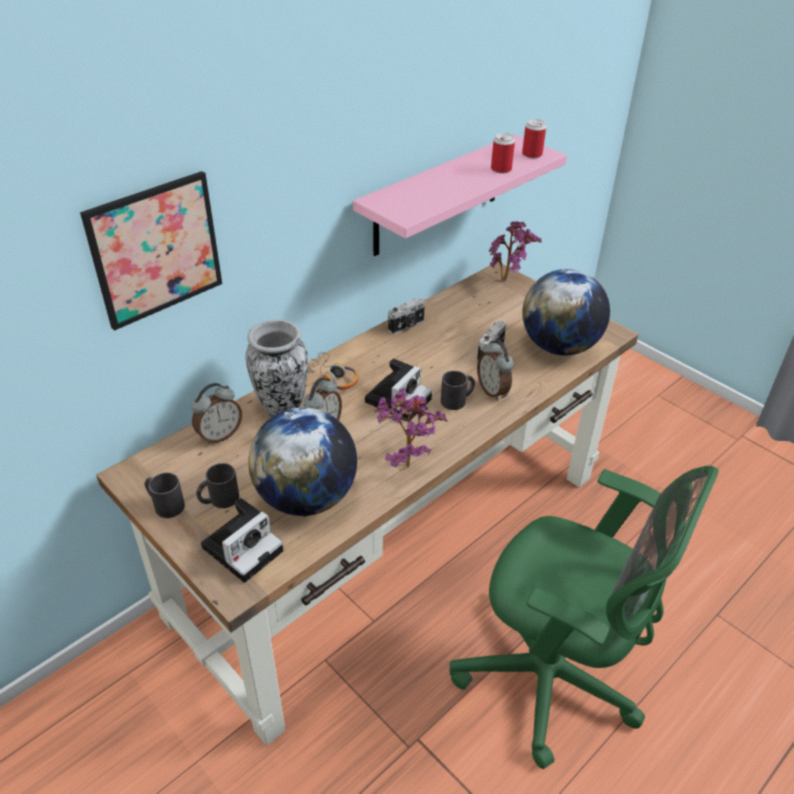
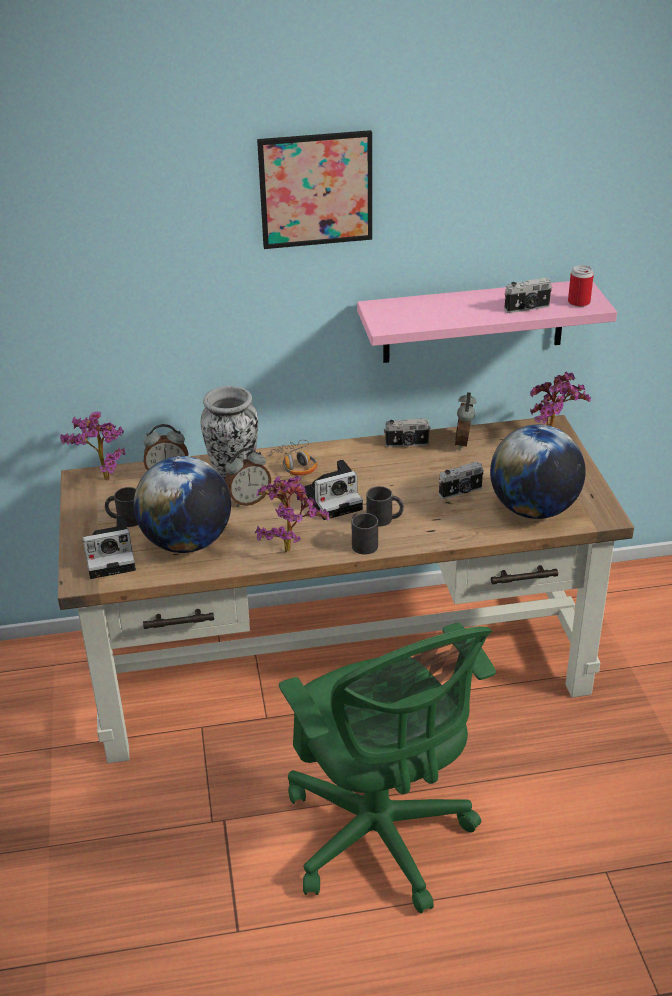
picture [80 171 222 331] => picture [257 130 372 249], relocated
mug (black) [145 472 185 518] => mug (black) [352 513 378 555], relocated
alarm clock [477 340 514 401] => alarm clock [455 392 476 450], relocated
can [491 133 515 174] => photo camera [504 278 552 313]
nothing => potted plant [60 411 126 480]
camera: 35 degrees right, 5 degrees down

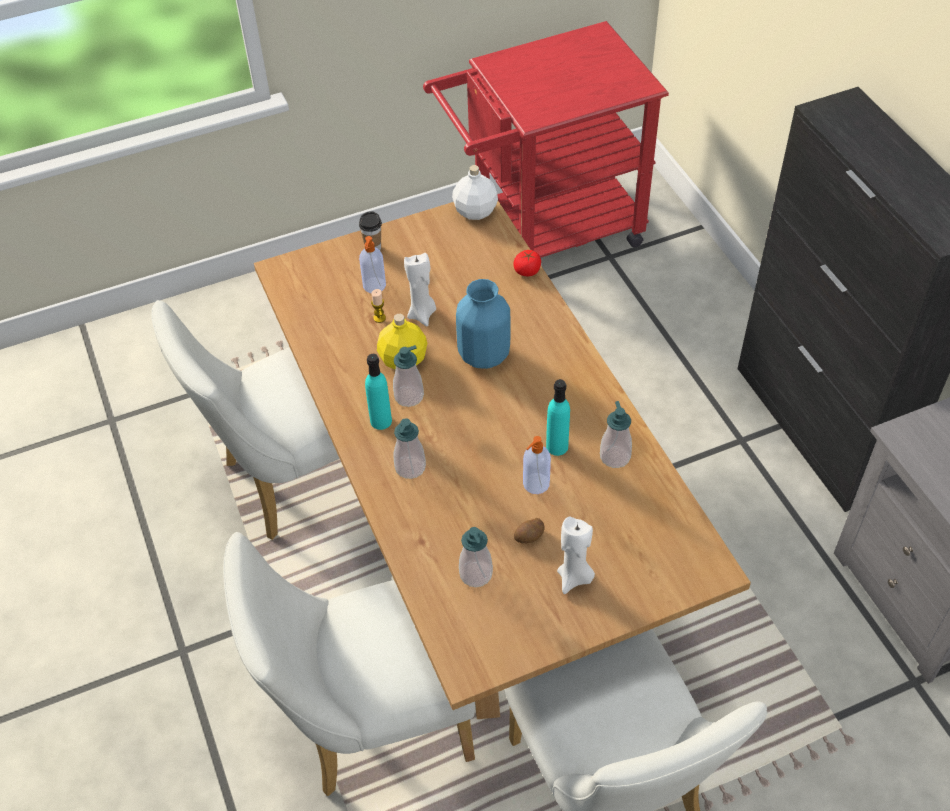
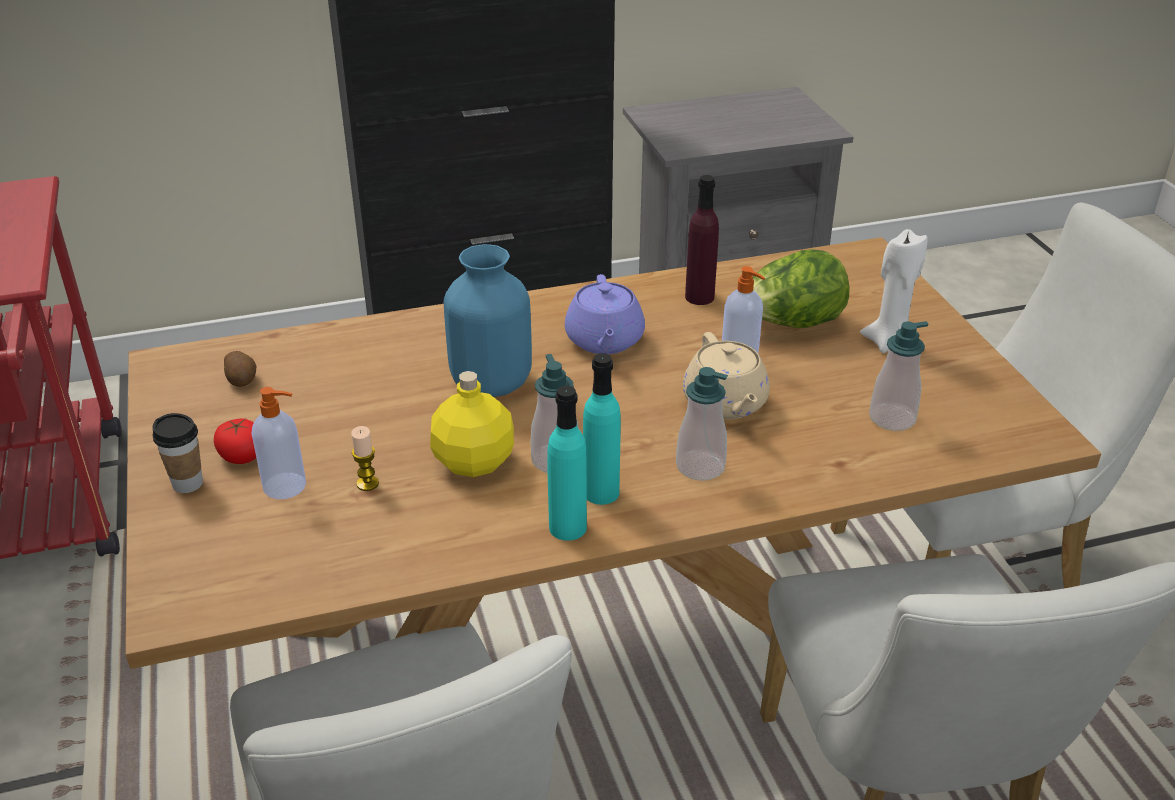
candle (white) [404 253 436 326] => nothing
bottle (white) [452 165 498 220] => nothing
tomato [514 250 541 276] => tomato [214 418 256 464], relocated
potato [514 518 545 544] => potato [224 351 256 387], relocated
bottle (turquoise) [546 379 570 456] => bottle (turquoise) [547 386 587 541], relocated
soap dispenser [600 401 632 468] => bottle (purple) [685 175 719 305]
nothing => teapot (purple) [565 274 645 354]
nothing => teapot (beige) [683 332 770 420]
nothing => lettuce [752 249 849 328]
camera: 85 degrees left, 15 degrees down

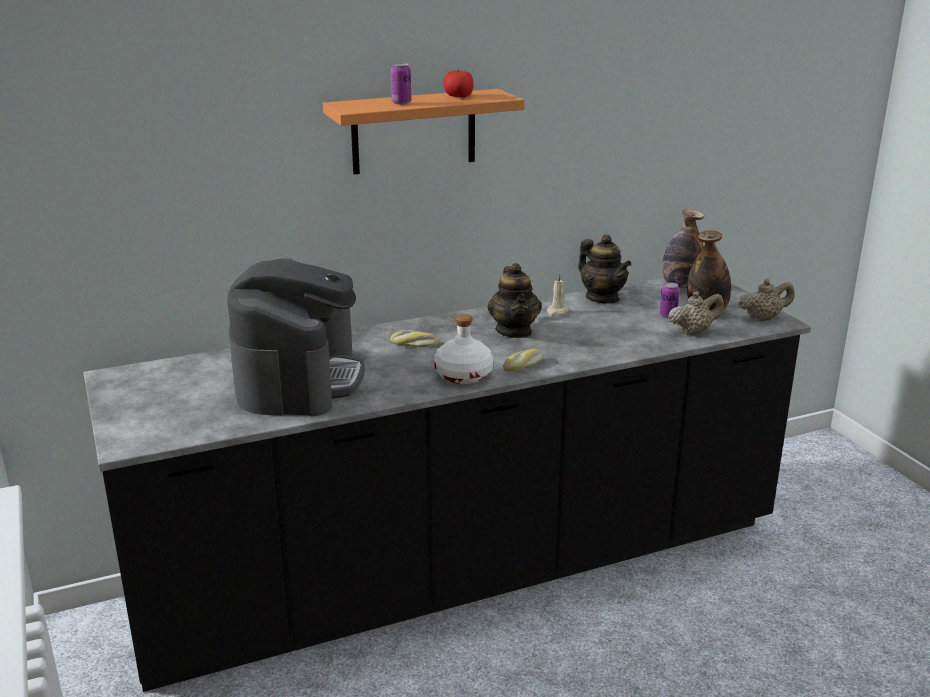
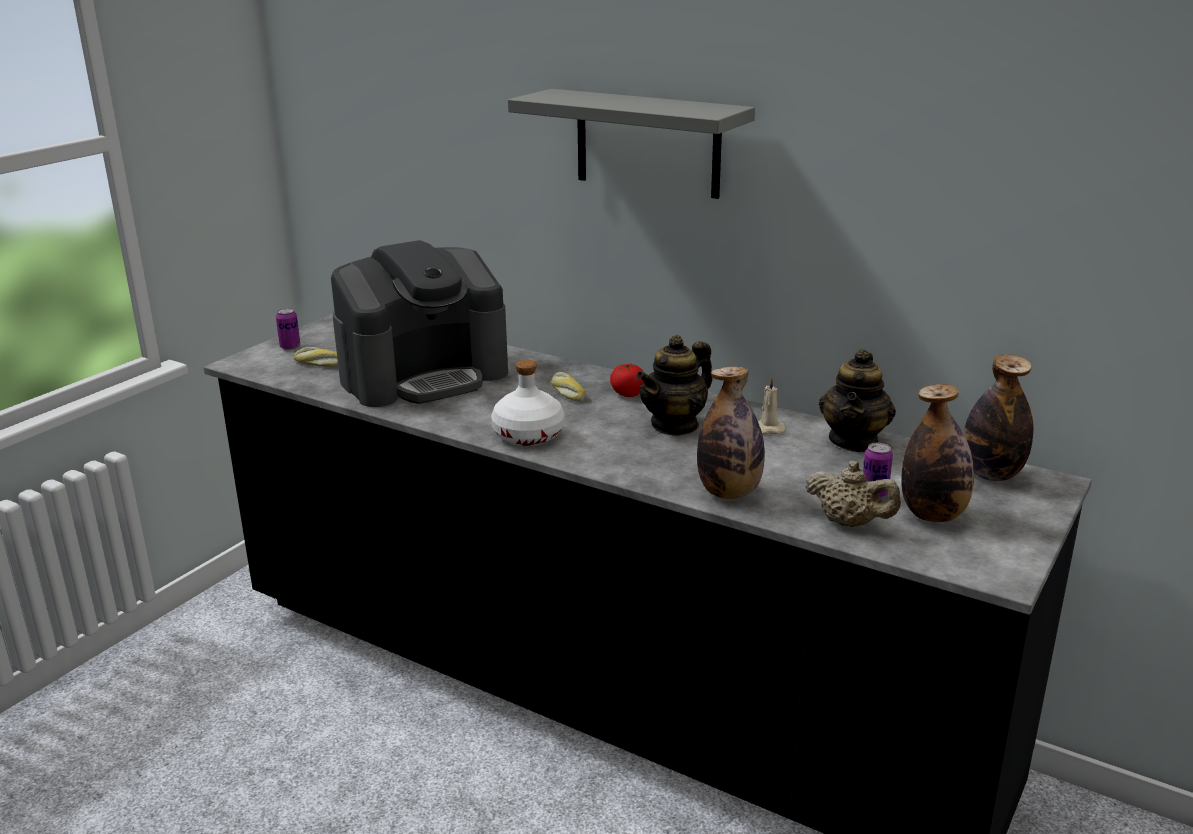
shelf (orange) [323 89 525 174] => shelf (grey) [508 89 755 199]
can [391 63 411 104] => can [276 308 300 350], relocated
tomato [443 70 474 97] => tomato [610 364 644 397], relocated
bread [503 349 543 371] => bread [294 347 338 367], relocated
teapot (beige) [739 279 794 321] => nothing
nothing => bottle [697 367 765 499]
camera: 55 degrees right, 0 degrees up

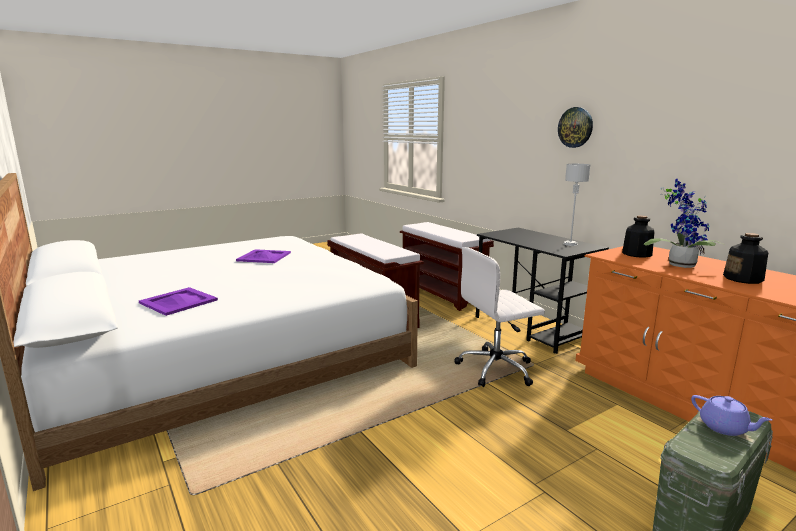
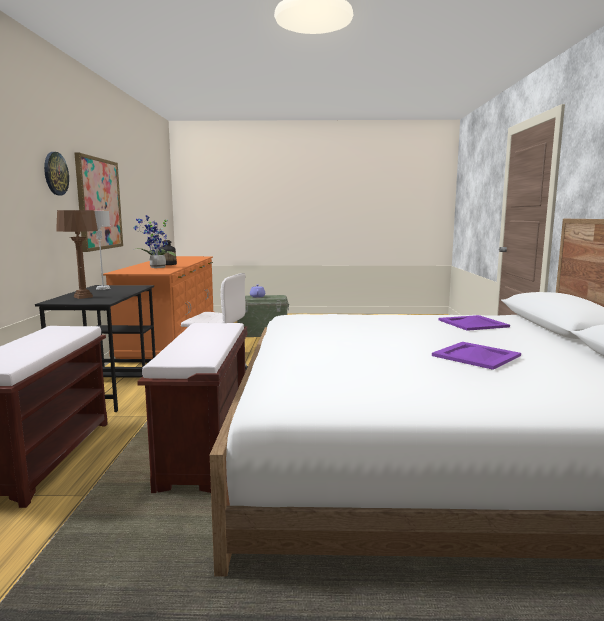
tray (purple) [236 249 291 263] => tray (purple) [432 342 521 370], relocated
bottle [622 215 655 258] => nothing
nothing => table lamp (brown) [56 210 98 299]
nothing => picture [74 152 123 252]
camera: 145 degrees left, 5 degrees down

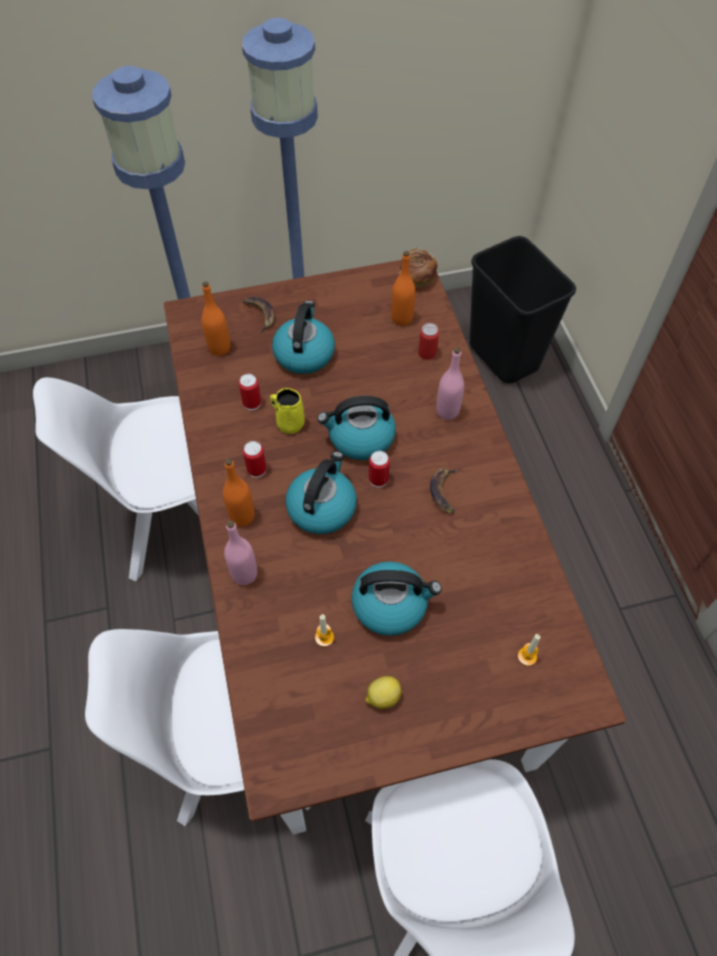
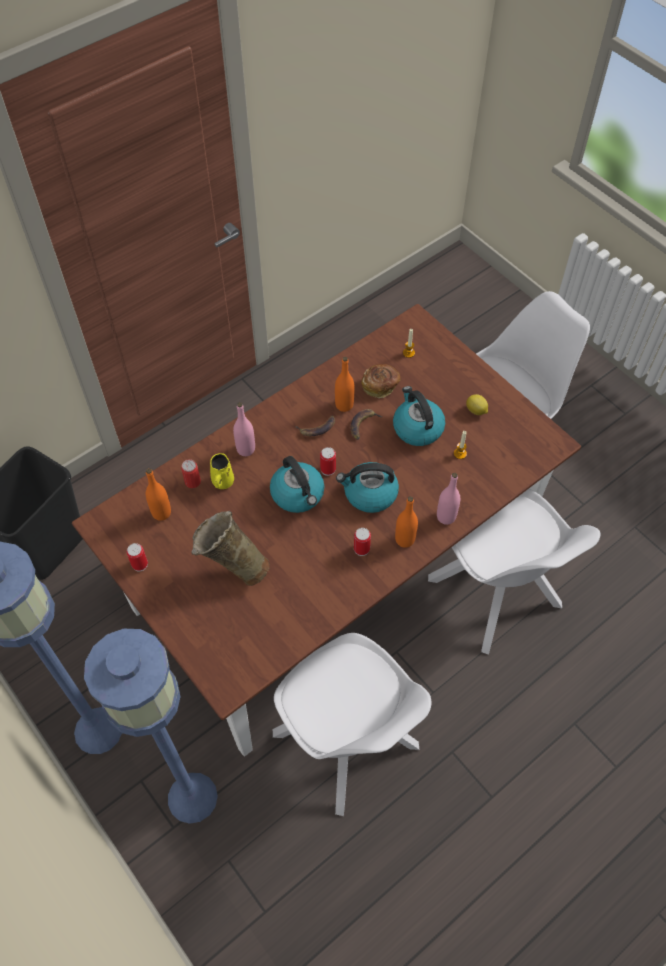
bottle (orange) [202 281 230 356] => bottle (orange) [335 357 355 412], relocated
can [239 374 261 410] => can [127 543 148 571], relocated
banana [243 297 275 334] => banana [351 409 383 440], relocated
mug (yellow) [270 388 305 434] => mug (yellow) [210 453 234 489], relocated
kettle [272 301 335 374] => vase (beige) [191 511 270 586]
bread [399 248 438 287] => bread [361 364 400 398], relocated
camera: 115 degrees left, 0 degrees up

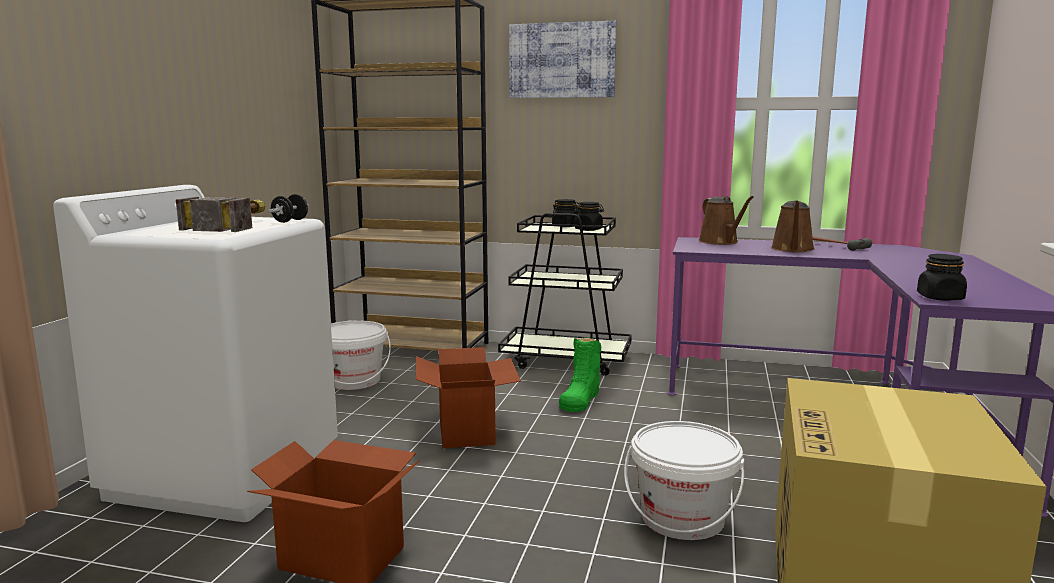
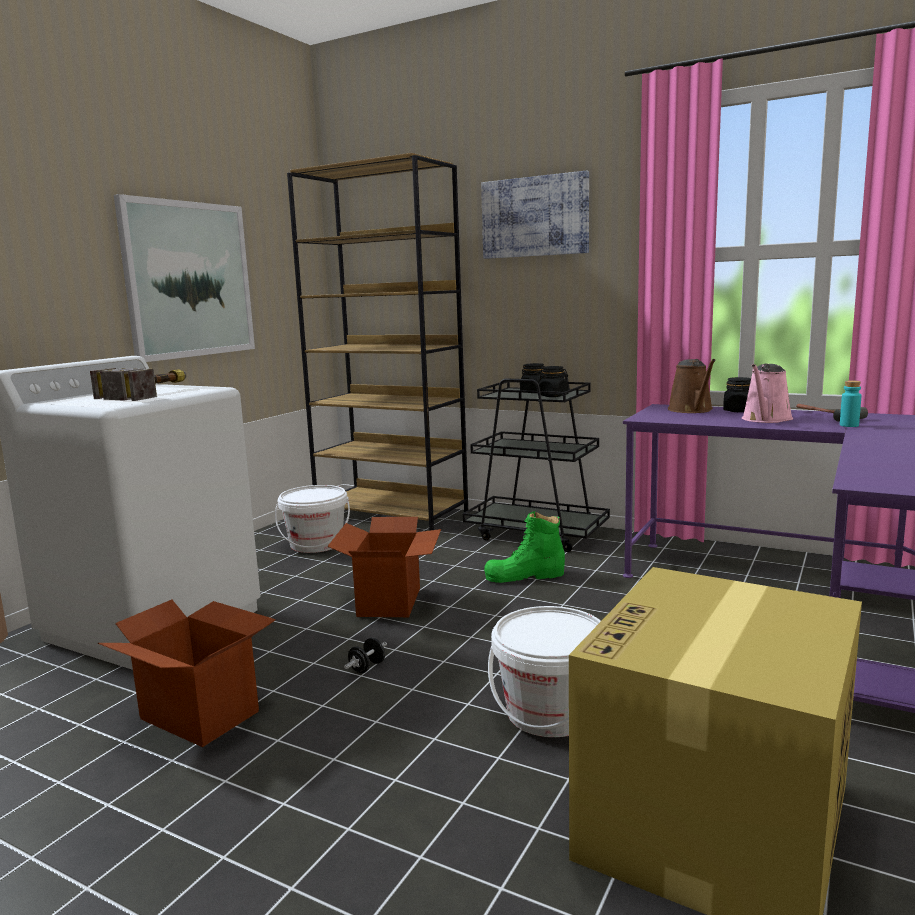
dumbbell (black) [268 194 309 223] => dumbbell (black) [344 638 387 673], relocated
boot (green) [559 338 601 412] => boot (green) [484 511 565 583], 45 degrees clockwise
watering can (brown) [771 201 815 252] => watering can (pink) [742 364 793 423]
jar (black) [917 254 967 301] => jar (black) [723 377 751 412], relocated
nothing => picture [114 194 255 362]
nothing => bottle (turquoise) [840 380 861 427]
camera: 15 degrees right, 0 degrees up

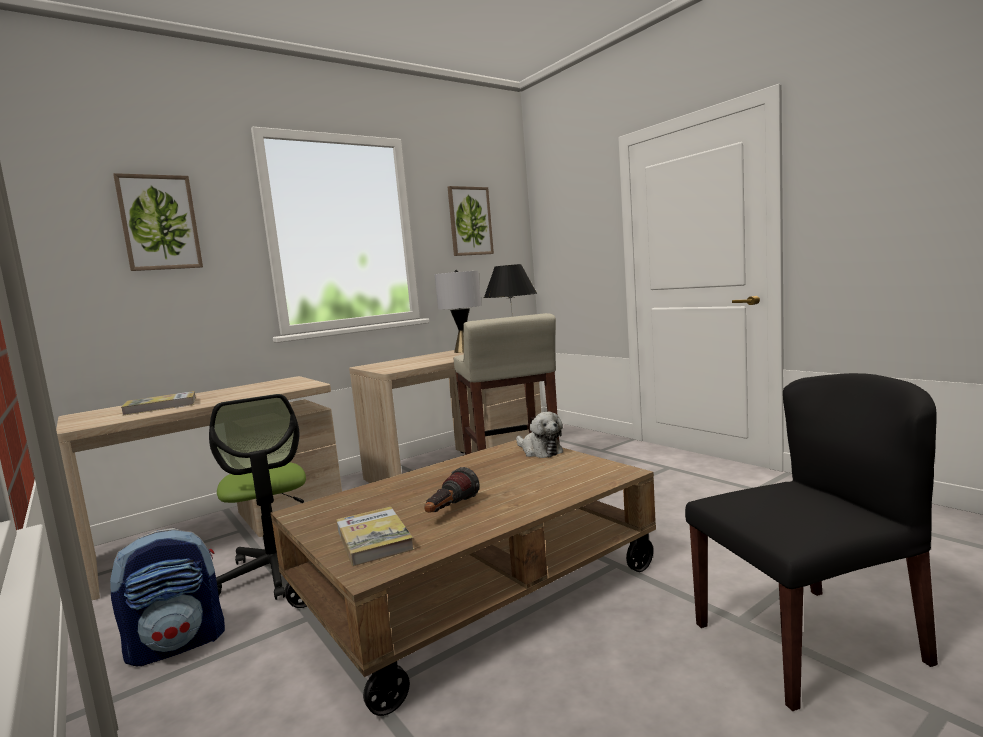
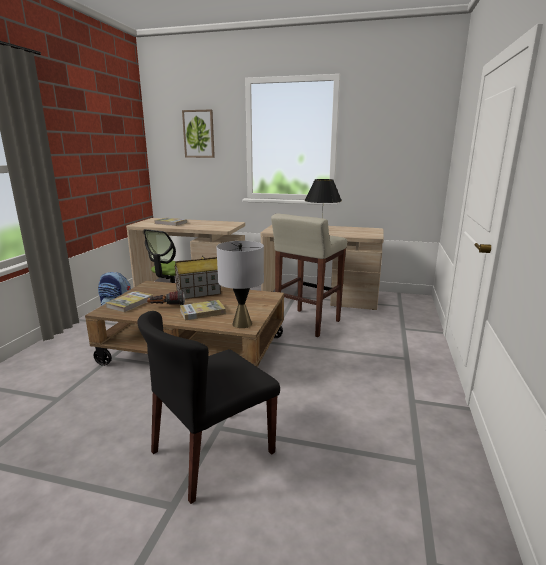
table lamp (grey) [435 270 481 353] => table lamp (grey) [217 241 264 328], relocated
picture [448 186 494 256] => nothing
plush toy [516 412 564 458] => nothing
chair (black) [685 373 938 711] => chair (black) [137 311 280 504], 105 degrees clockwise
nothing => toy house [174 256 221 299]
nothing => book [180 300 226 320]
camera: 50 degrees right, 10 degrees up

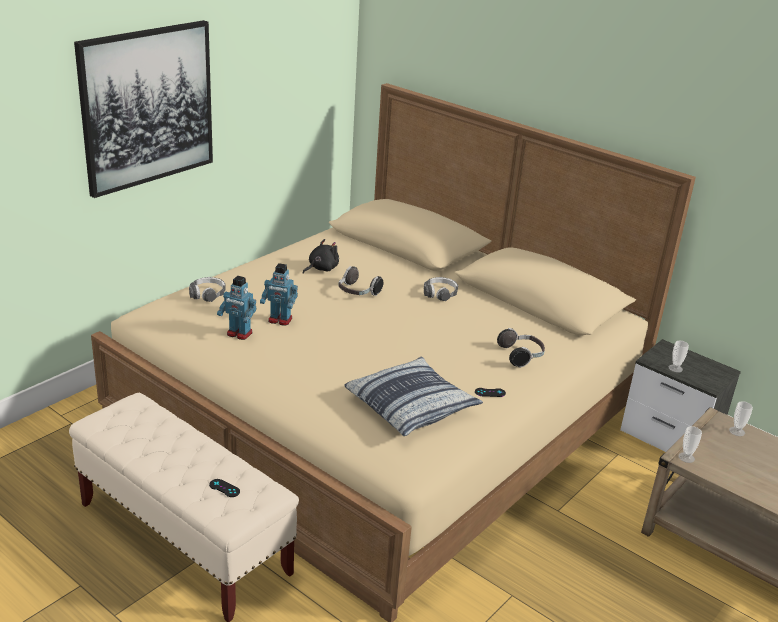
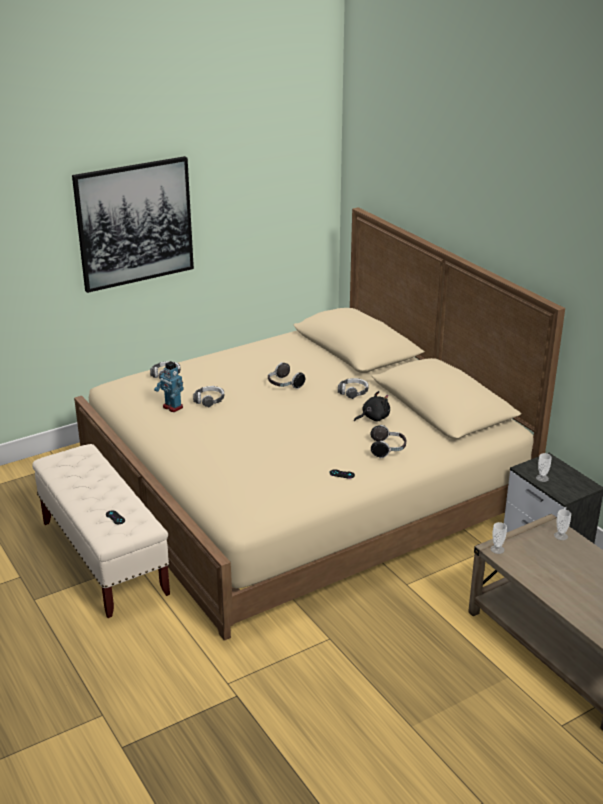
toy robot [260 263 298 326] => headphones [193 386 224 407]
plush toy (black) [303 239 339 274] => plush toy (black) [354 391 390 422], relocated
pillow [344 357 483 436] => nothing
camera: 20 degrees right, 0 degrees up

